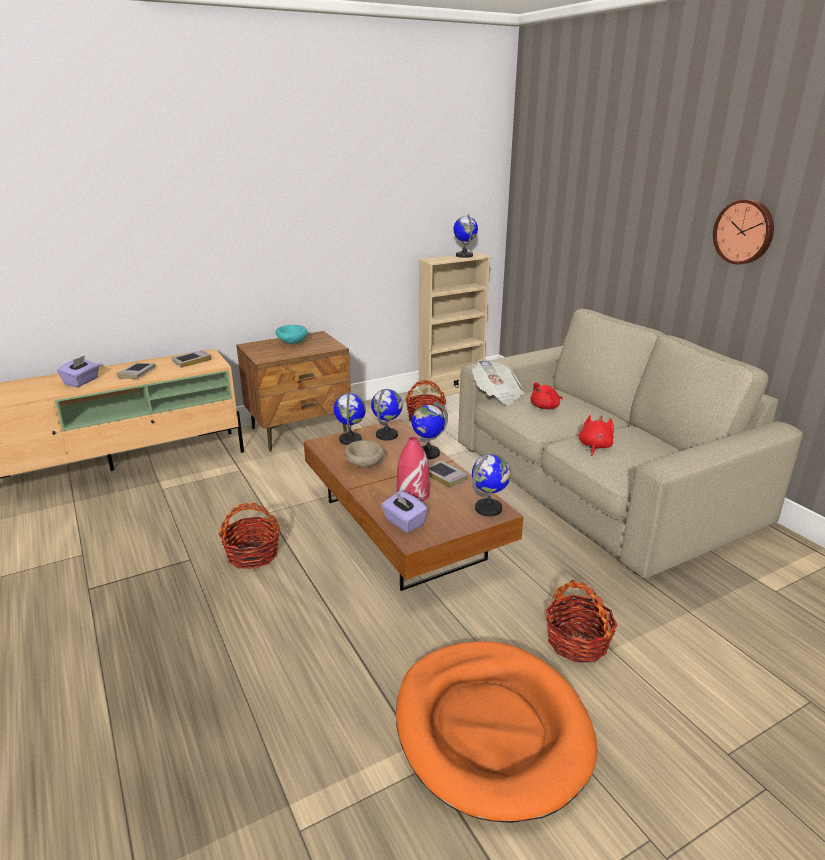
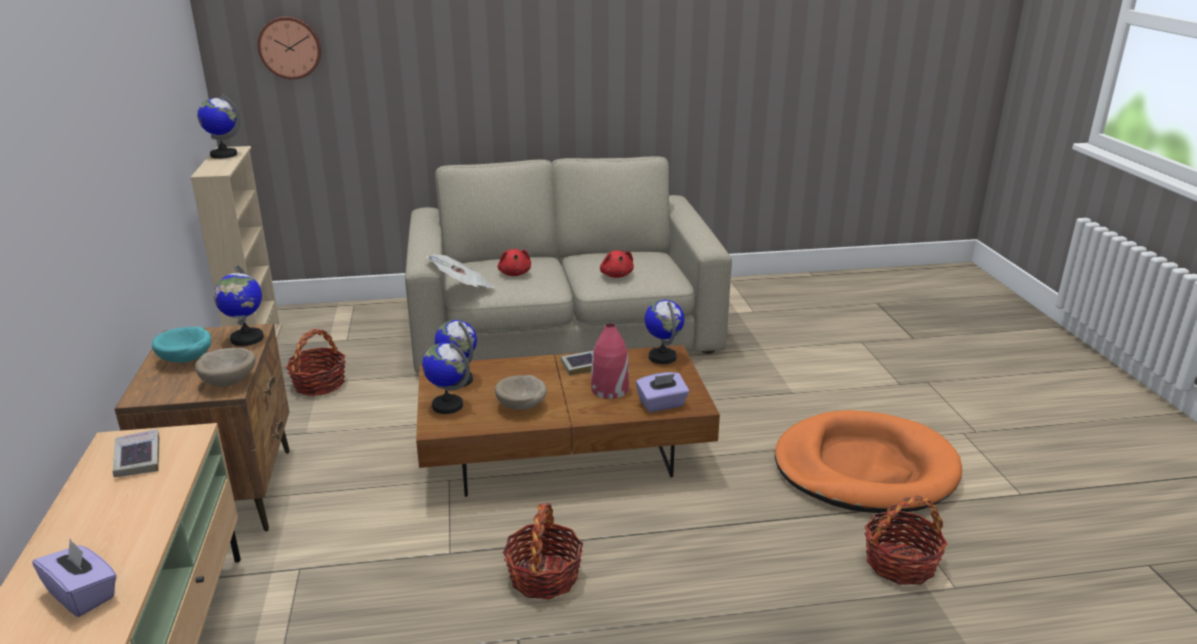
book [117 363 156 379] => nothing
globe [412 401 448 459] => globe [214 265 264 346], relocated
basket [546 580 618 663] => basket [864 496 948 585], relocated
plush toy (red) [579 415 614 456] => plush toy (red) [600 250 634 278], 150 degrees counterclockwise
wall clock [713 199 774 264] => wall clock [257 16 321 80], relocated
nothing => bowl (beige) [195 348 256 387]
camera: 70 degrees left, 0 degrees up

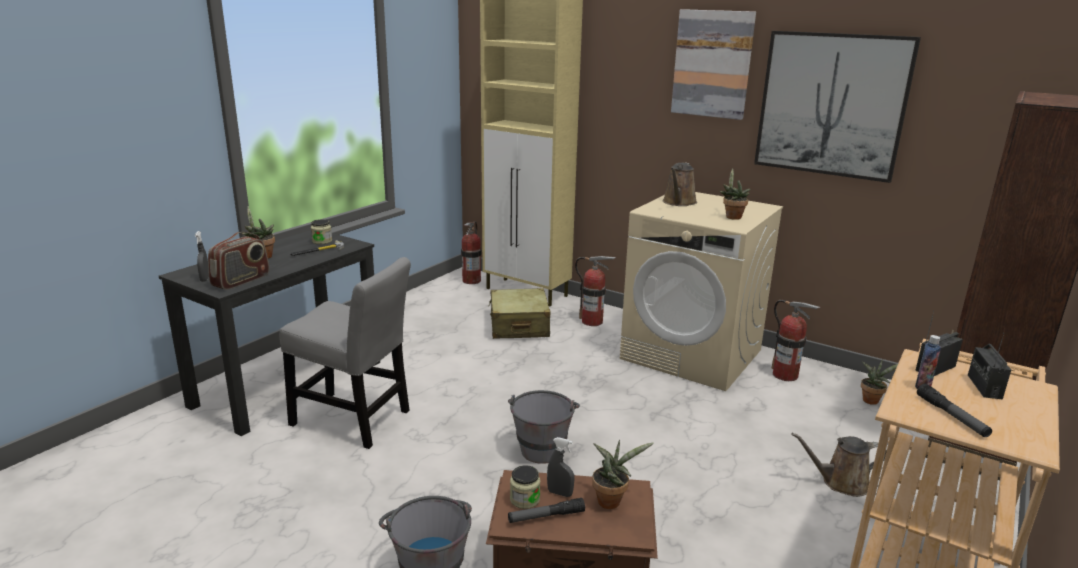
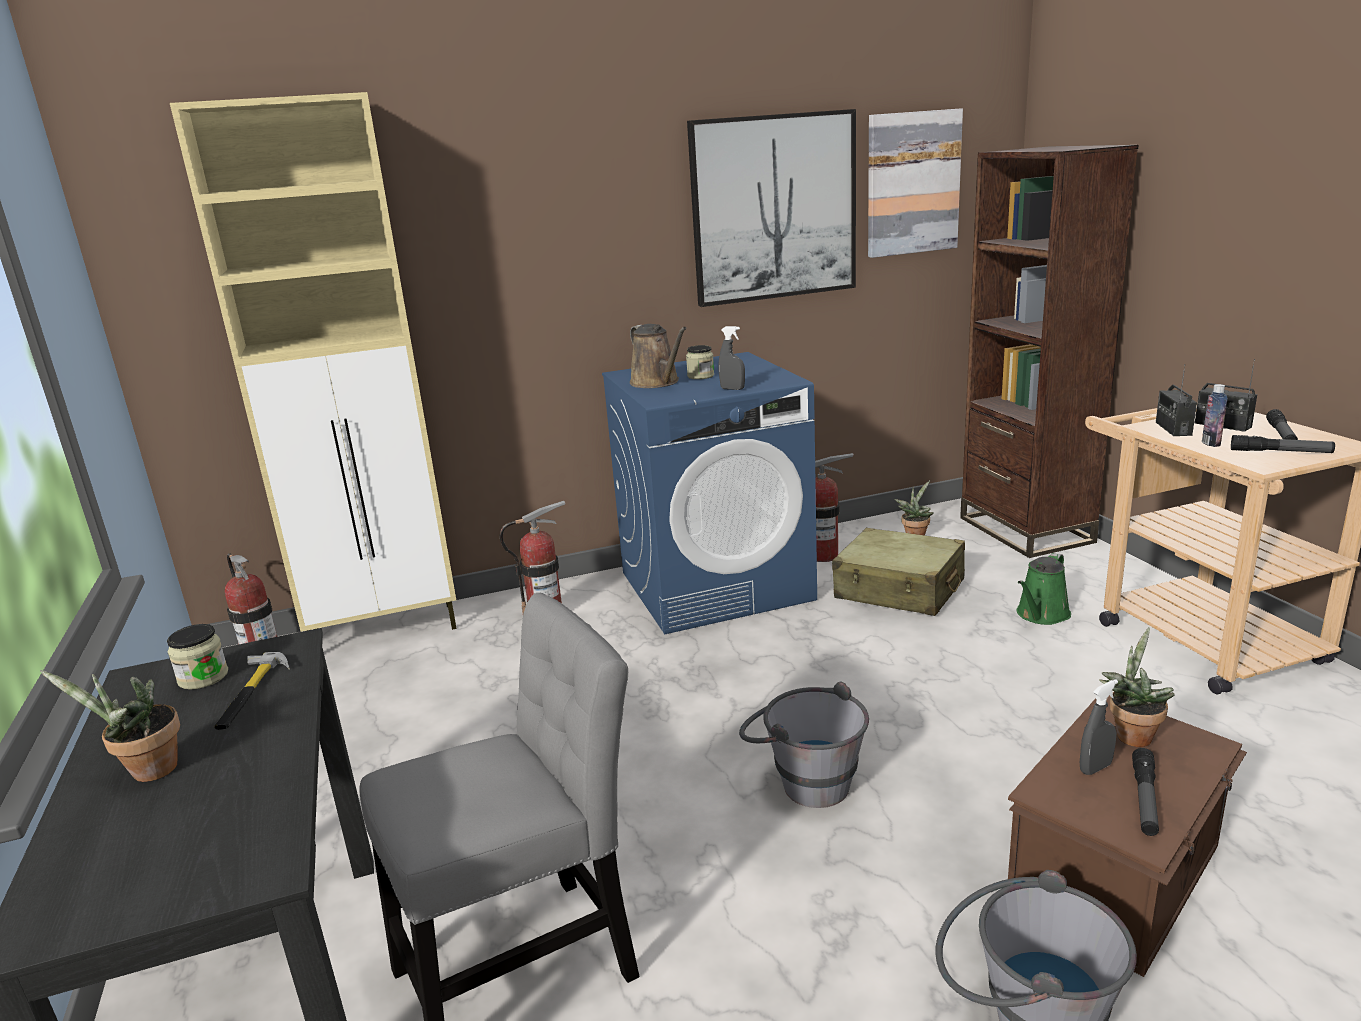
spray bottle (grey) [195 231 209 282] => spray bottle (grey) [719 326 745 390], relocated
radio [208 232 269 290] => nothing
suitcase (beige) [489 288 550 339] => suitcase (beige) [832 528 965 616], relocated
jar [510 465 540 509] => jar [686 345 714 379], relocated
washing machine (beige) [620 192 783 391] => washing machine (blue) [602 352 817 634]
picture [671 9 756 120] => picture [868 108 963 258], relocated
potted plant [719 168 751 220] => nothing
watering can (brown) [791 433 887 497] => watering can (green) [1017 553 1071 625]
nothing => flashlight [1266 409 1298 440]
camera: 50 degrees left, 0 degrees up

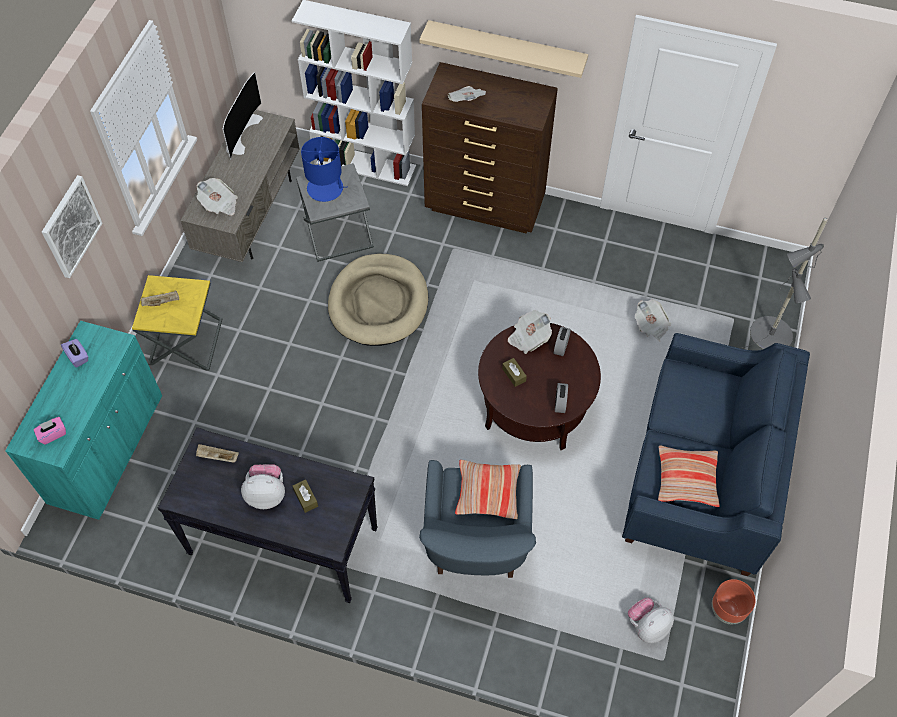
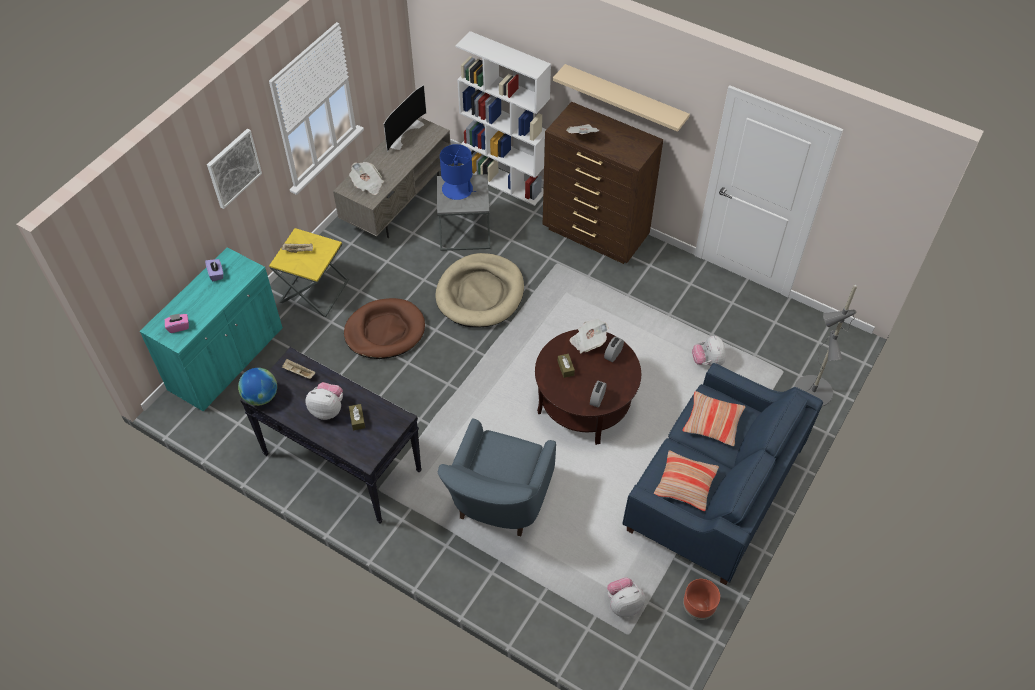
pillow [455 460 521 519] => pillow [683 391 746 446], relocated
newspaper [635 300 671 342] => plush toy [692 336 726 366]
nothing => globe [238 368 277 406]
nothing => dog bed (brown) [344 298 425 359]
camera: 15 degrees right, 5 degrees down

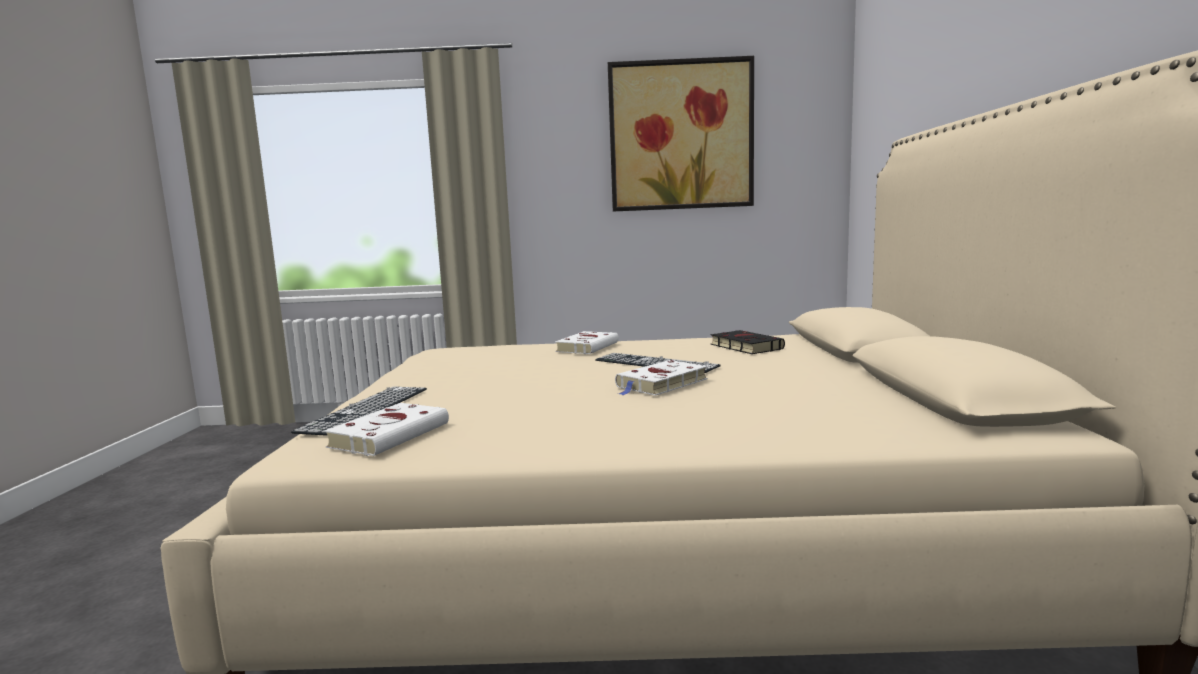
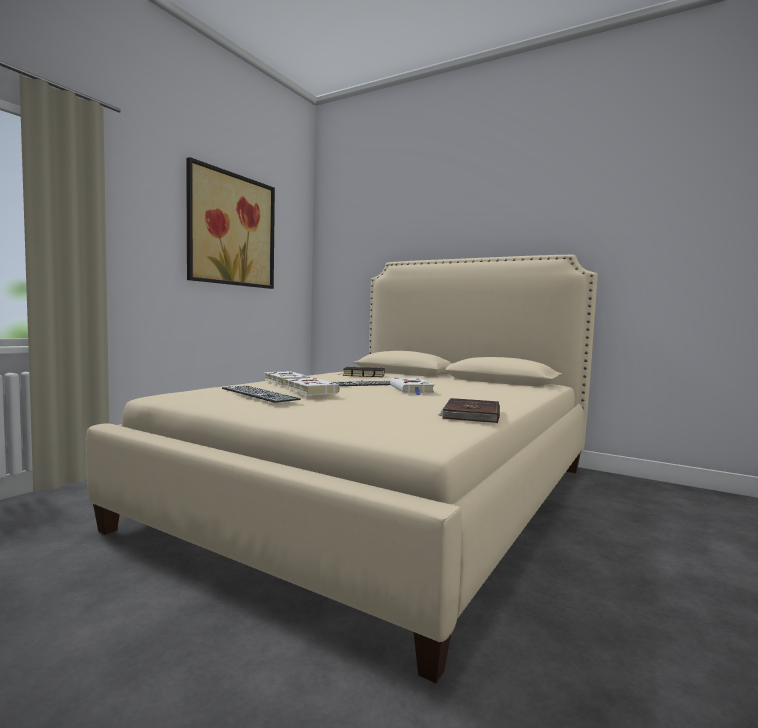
keyboard [291 386 427 436] => keyboard [222 385 301 403], relocated
book (white) [324 403 449 456] => book (white) [284 378 340 395], relocated
nothing => book (brown) [438 398 500 423]
camera: 60 degrees left, 5 degrees down

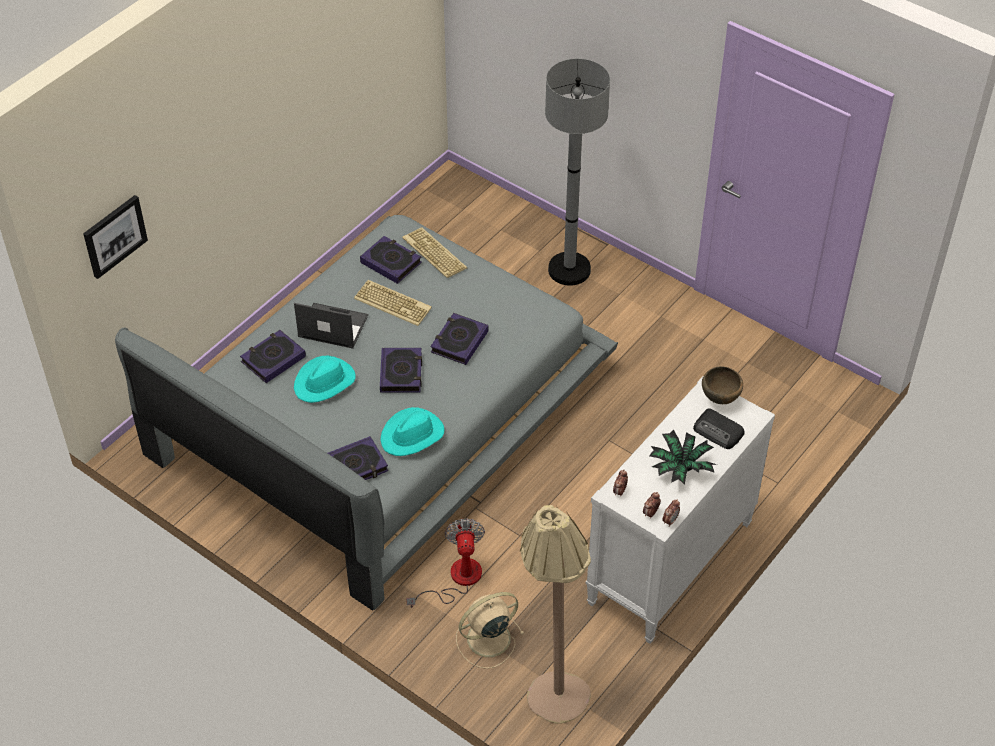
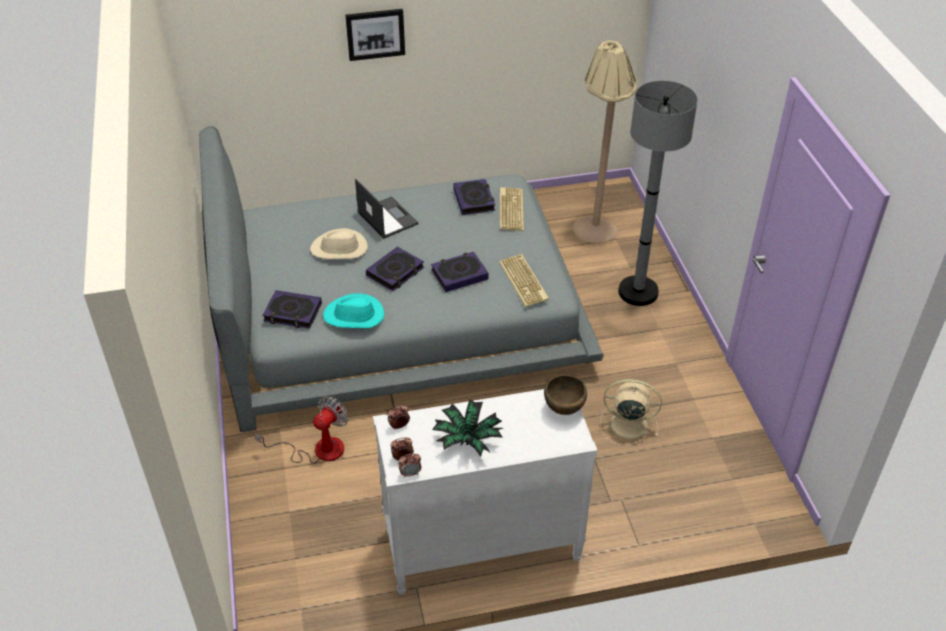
picture [83 195 148 279] => picture [345 9 405 61], relocated
book [240 330 306 383] => nothing
hat (turquoise) [294 356 356 403] => hat (beige) [310 228 368 259]
keyboard [354 280 432 326] => keyboard [499 254 549 307], relocated
fan (beige) [456 592 524 669] => fan (beige) [600 379 662 445], relocated
floor lamp (beige) [520 505 591 724] => floor lamp (beige) [573 41 637 243], relocated
radio [693 408 745 449] => nothing
camera: 40 degrees right, 5 degrees down

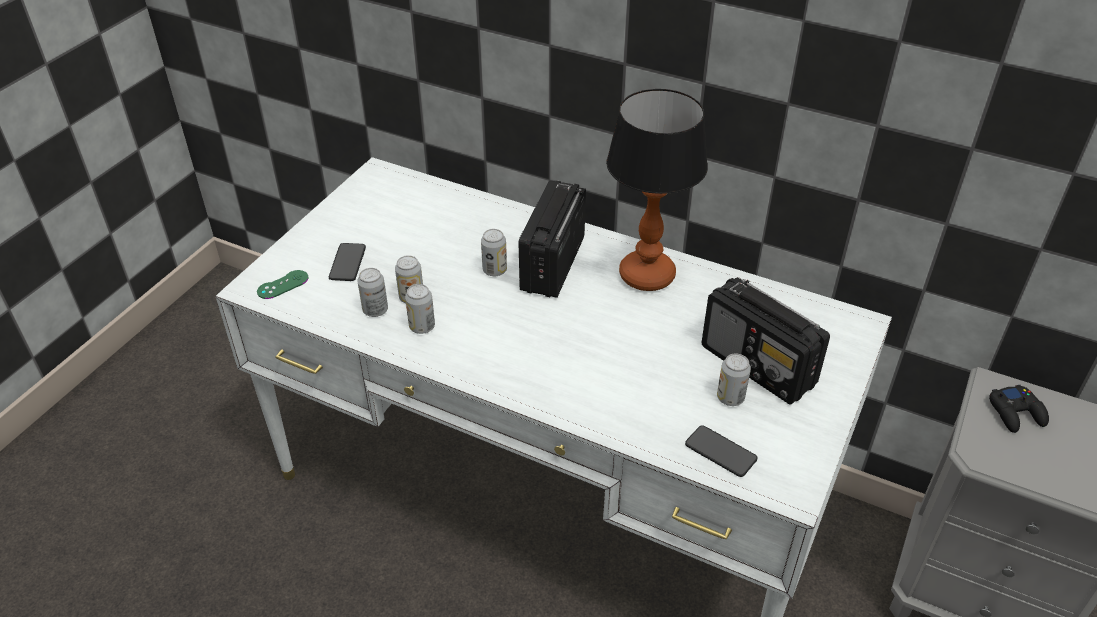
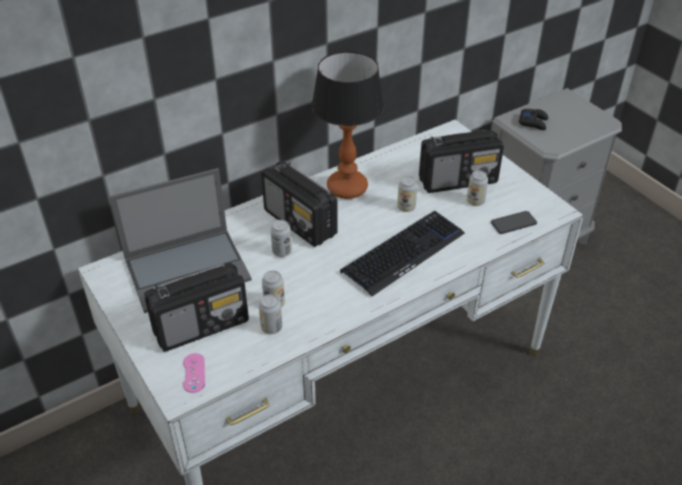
game controller (green) [257 270 309 299] => game controller (pink) [183 353 205 393]
phone [329 243 366 281] => radio [144 263 249 352]
can [405 284 435 334] => can [397 176 417 212], relocated
nothing => laptop [109 168 252 313]
nothing => keyboard [340 211 465 297]
camera: 60 degrees left, 0 degrees up

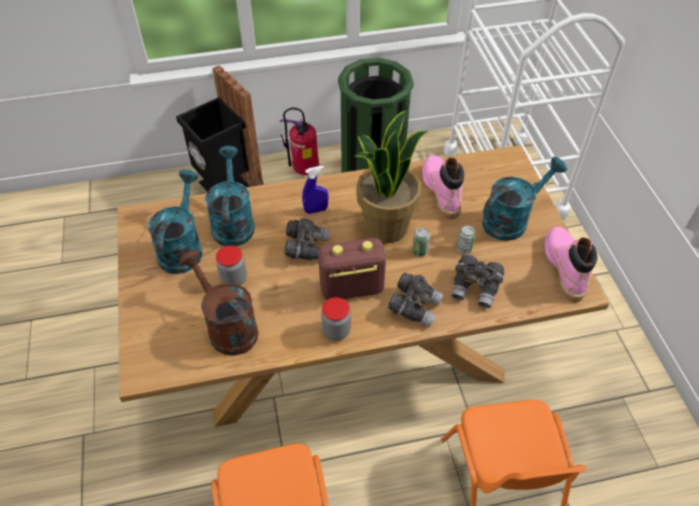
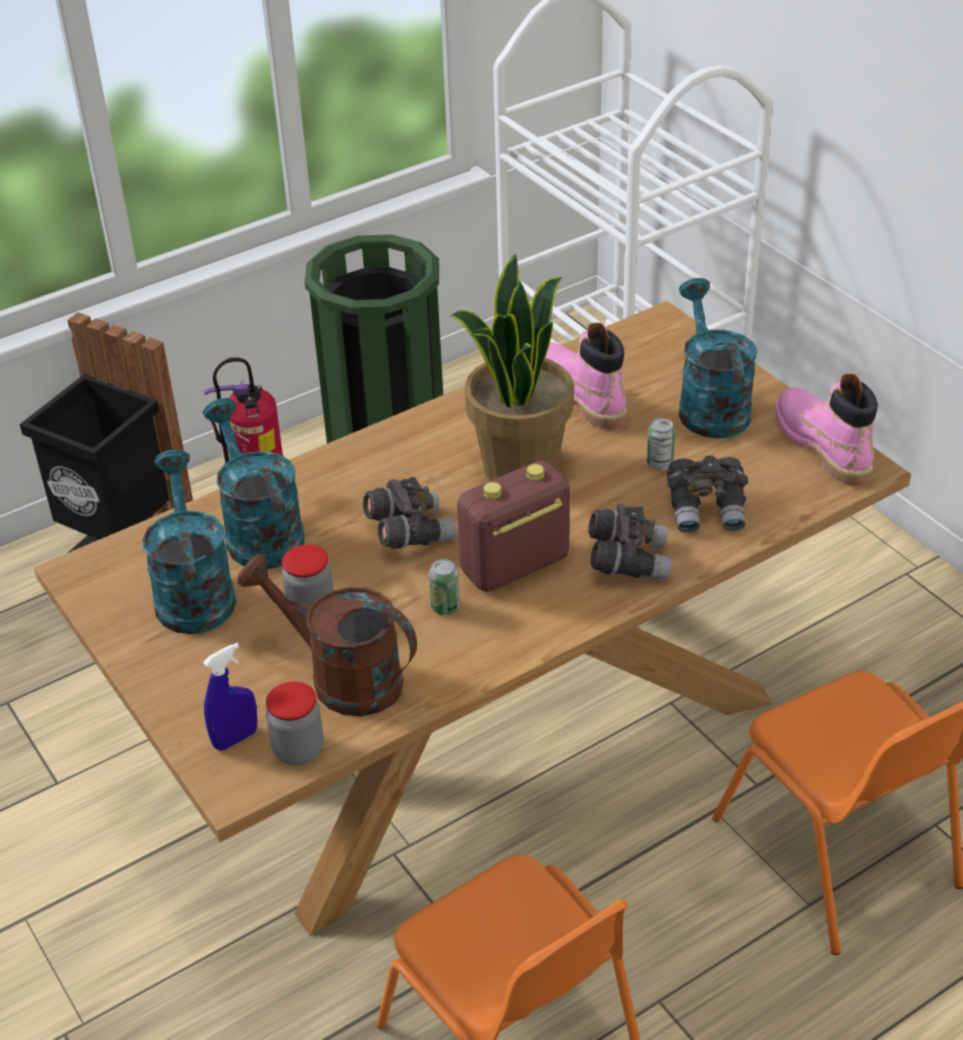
spray bottle (blue) [302 166 328 214] => spray bottle (blue) [203 643 257 750], relocated
jar [321 297 351 341] => jar [266 682 324 765], relocated
can [412 227 430 257] => can [429 559 460 615], relocated
watering can (turquoise) [482 157 567 241] => watering can (turquoise) [679 278 757 438], 45 degrees counterclockwise
camera: 20 degrees left, 10 degrees down

